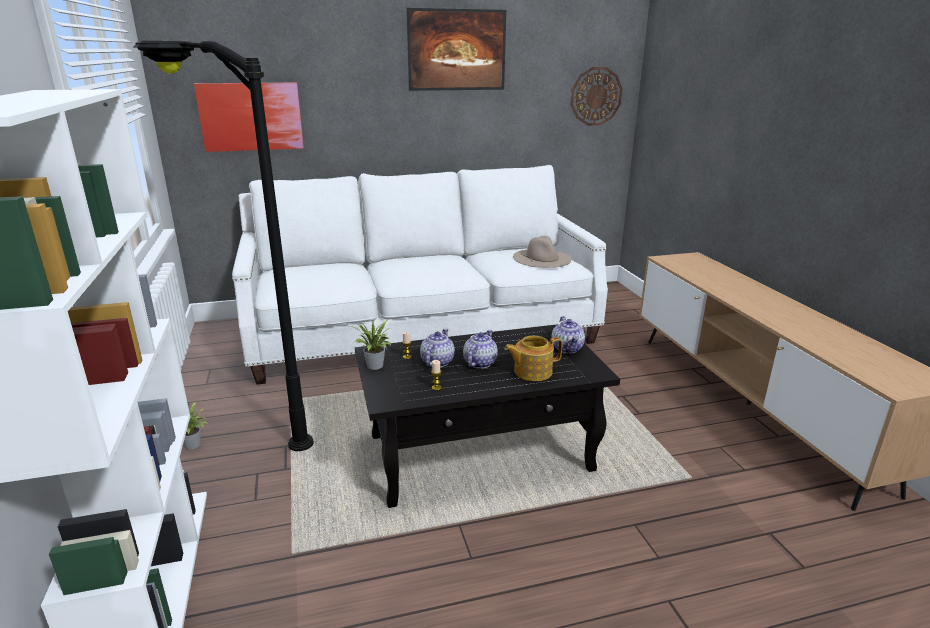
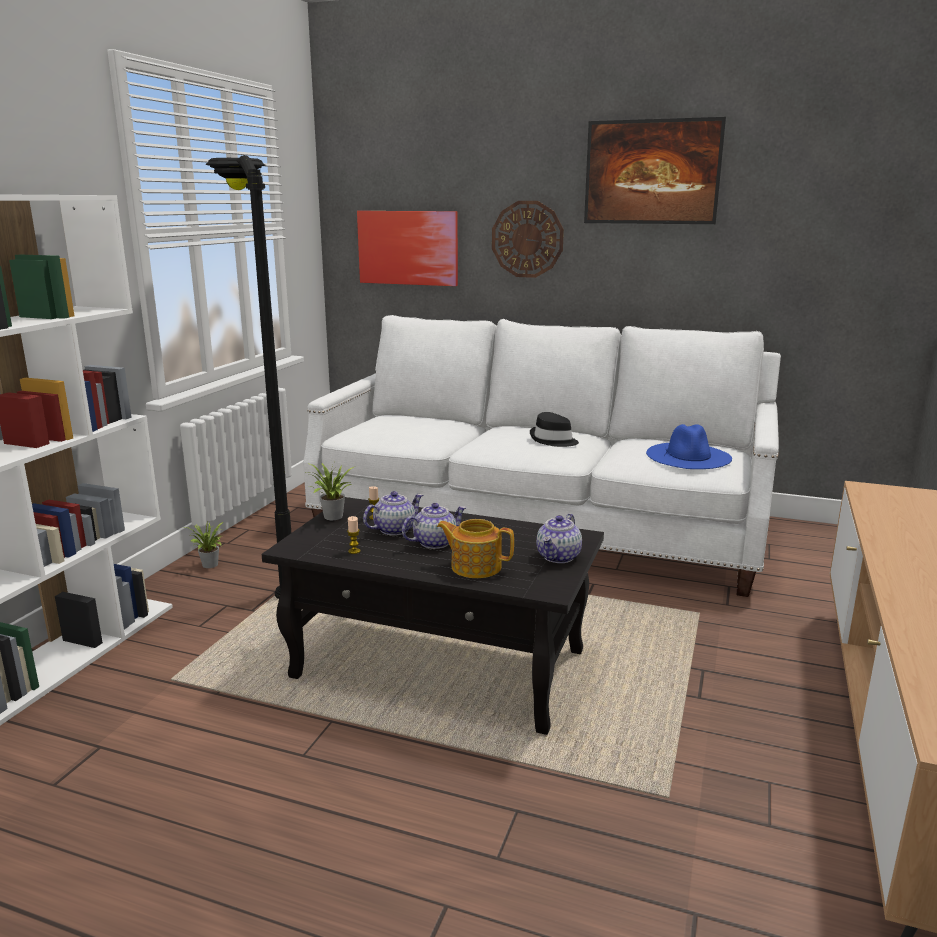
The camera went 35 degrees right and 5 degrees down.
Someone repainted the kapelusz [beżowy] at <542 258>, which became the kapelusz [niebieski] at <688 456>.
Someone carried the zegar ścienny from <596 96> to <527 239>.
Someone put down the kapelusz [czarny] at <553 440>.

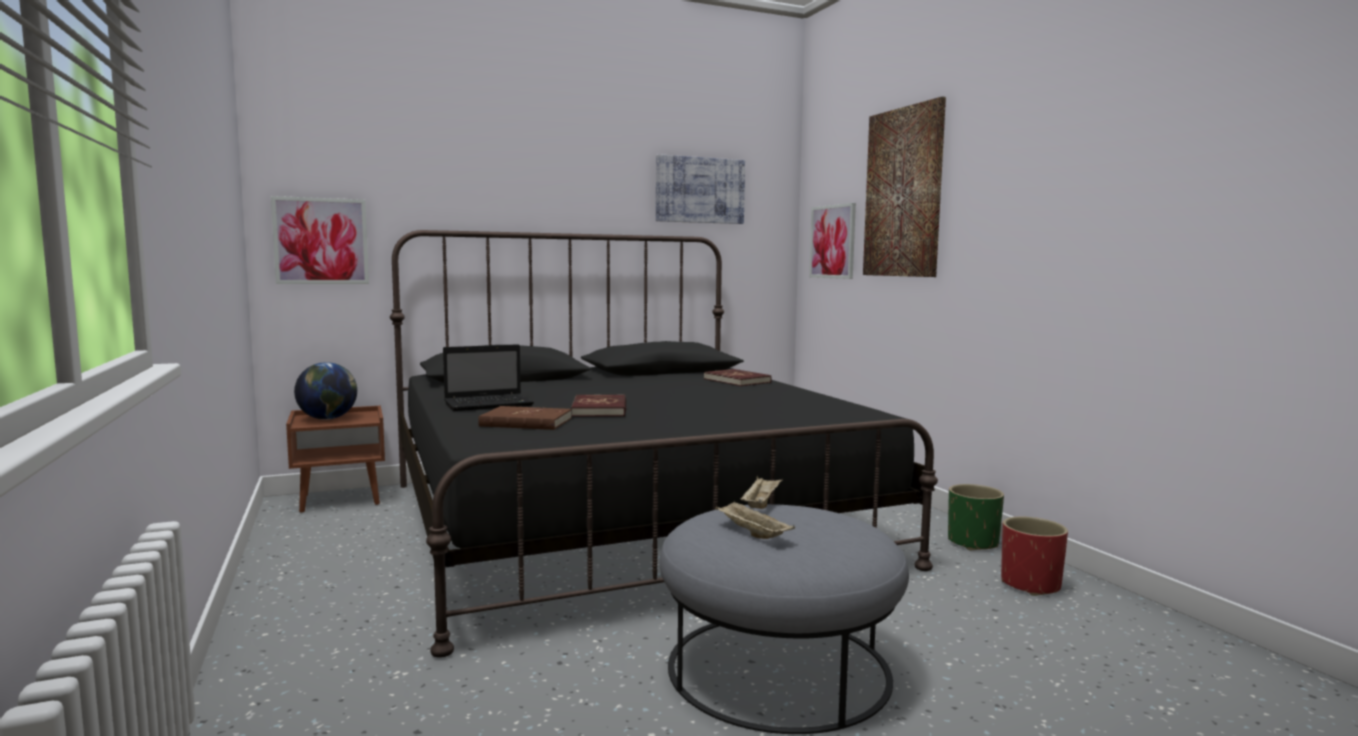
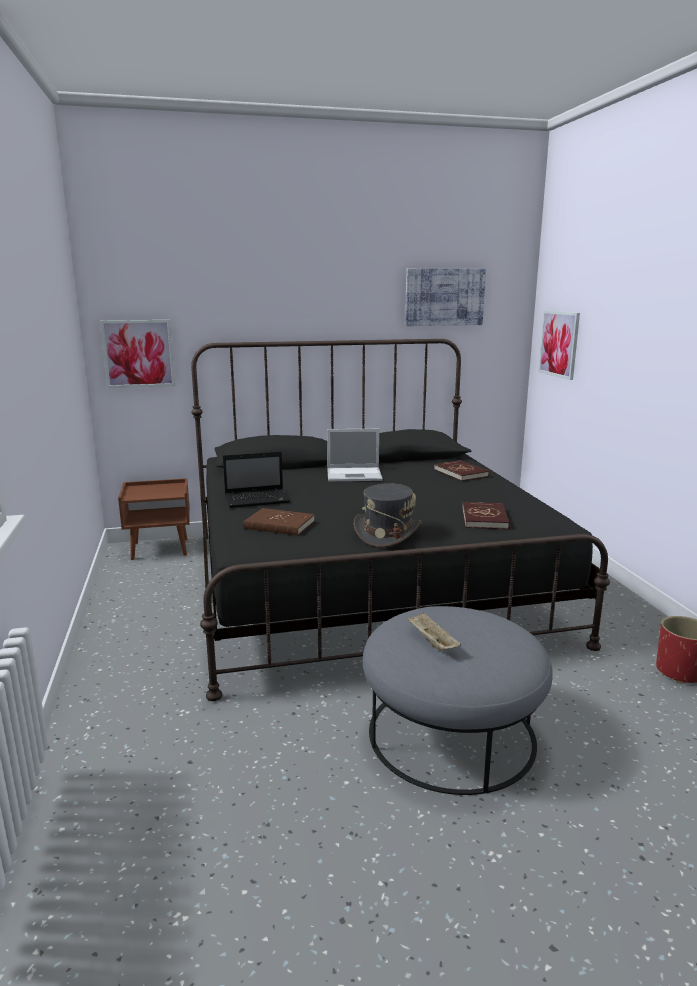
The camera went 10 degrees right and 10 degrees up.
Someone took away the globus at <328 418>.
Someone carried the książka [czerwony] from <600 409> to <485 518>.
Someone took away the taca [beżowy] at <760 504>.
Someone took away the obraz at <903 193>.
Someone took away the donica [zielony] at <973 543>.
Someone put down the laptop at <355 475>.
Someone put down the kapelusz [szary] at <387 533>.

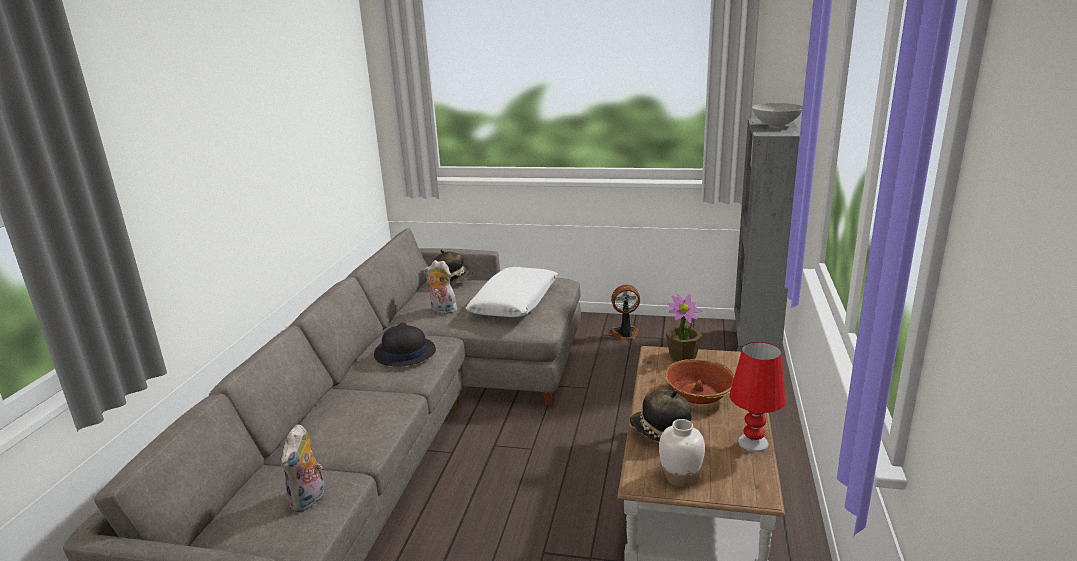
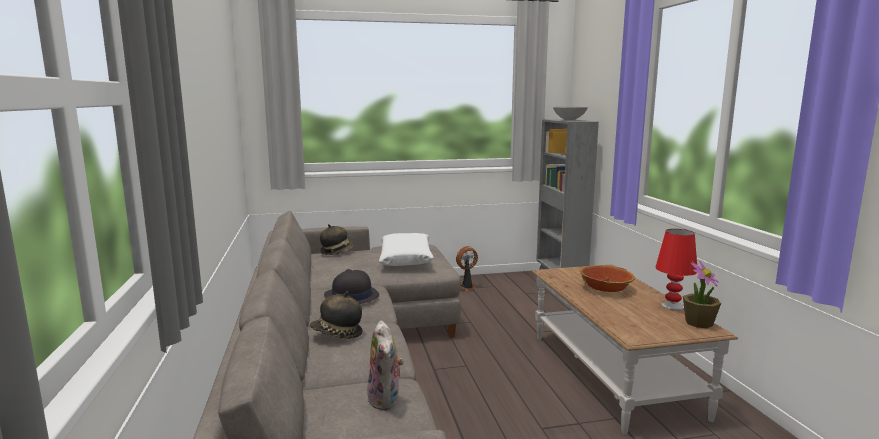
The camera went 25 degrees left and 10 degrees down.
Someone took away the pluszak at <442 310>.
Someone carried the kapelusz from <660 434> to <337 334>.
Someone took away the wazon [biały] at <680 478>.
Someone carried the roślina doniczkowa from <683 356> to <698 323>.

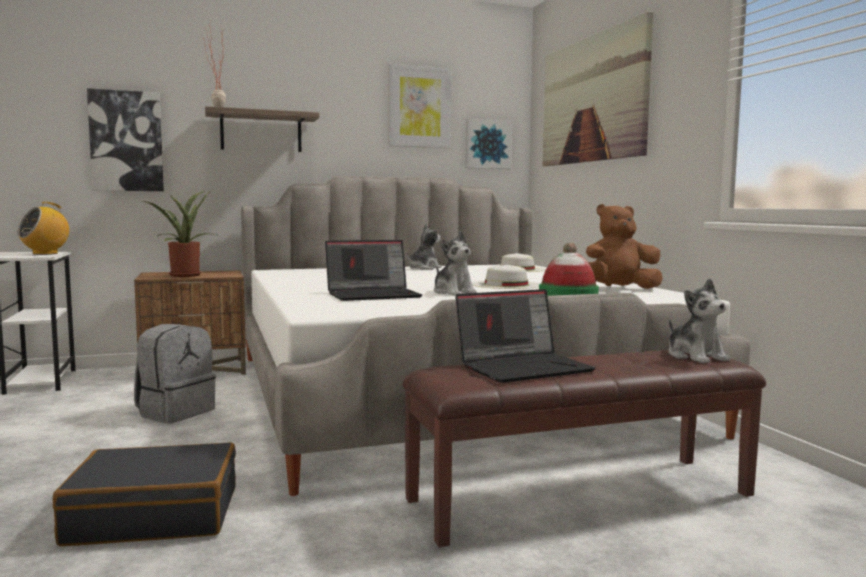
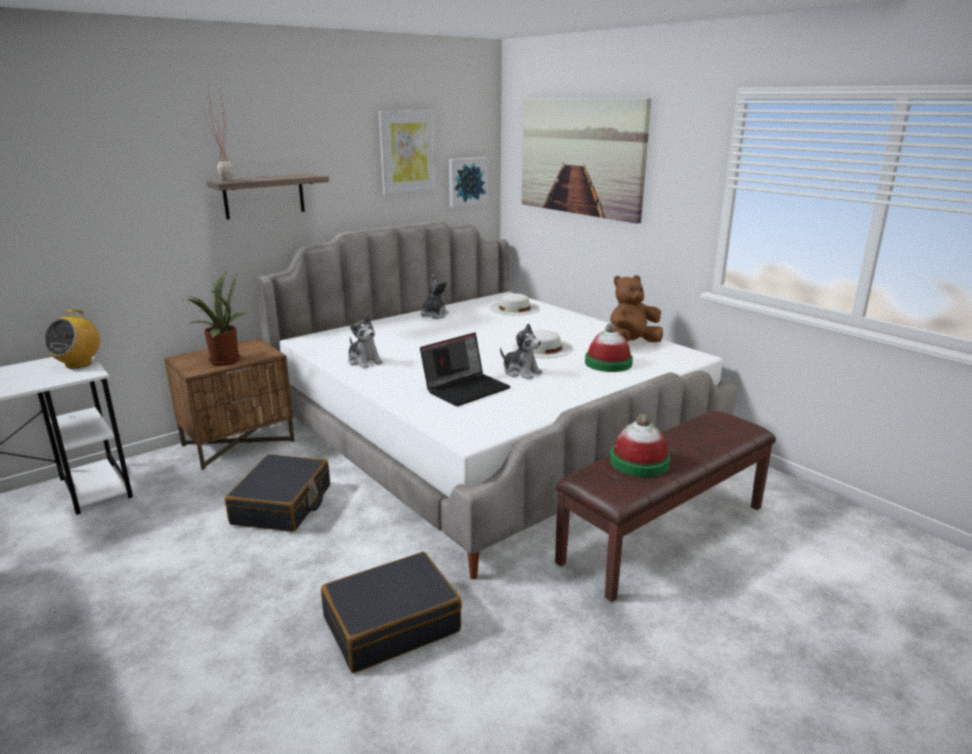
The camera went 20 degrees left and 15 degrees up.
Someone took away the obraz at <126 141>.
Someone swapped the plecak [szary] at <175 412> for the walizka [czarny] at <283 505>.
Someone swapped the laptop at <524 367> for the kapelusz at <639 462>.
Someone carried the pluszak from <695 356> to <364 361>.

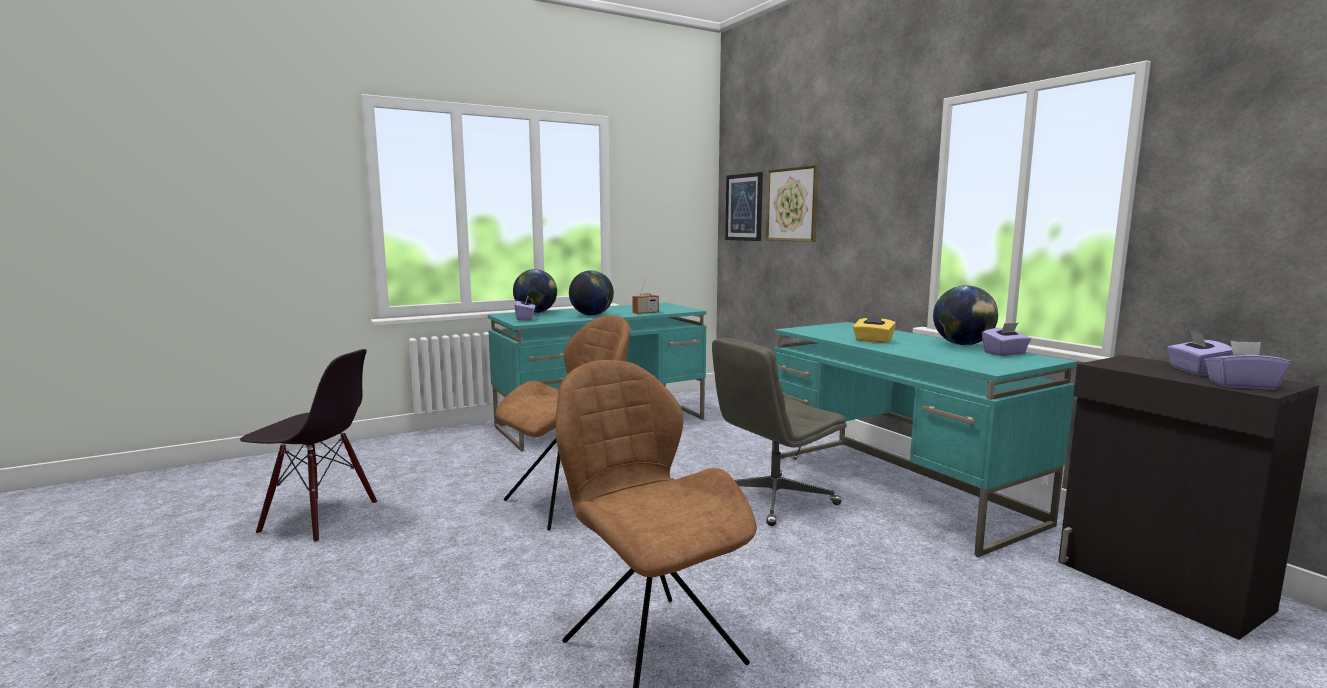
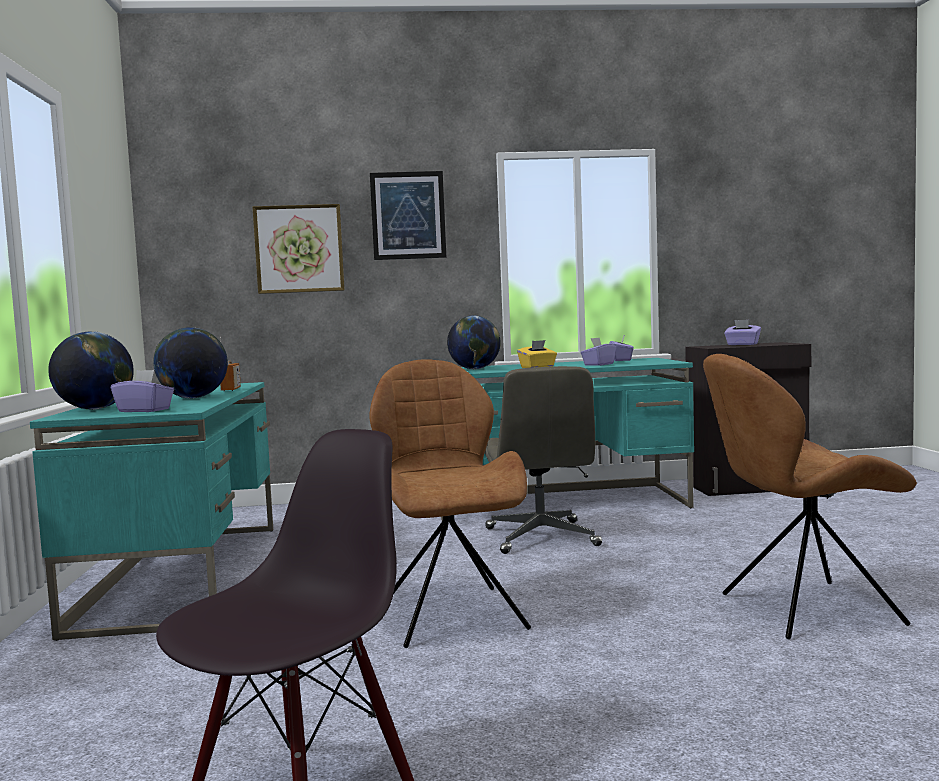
The camera went 65 degrees left and 5 degrees down.
Someone carried the obraz from <744 207> to <408 215>.
Someone carried the globus from <962 345> to <475 369>.
Someone carried the pudełko chusteczek [fioletowy] from <1241 385> to <598 364>.

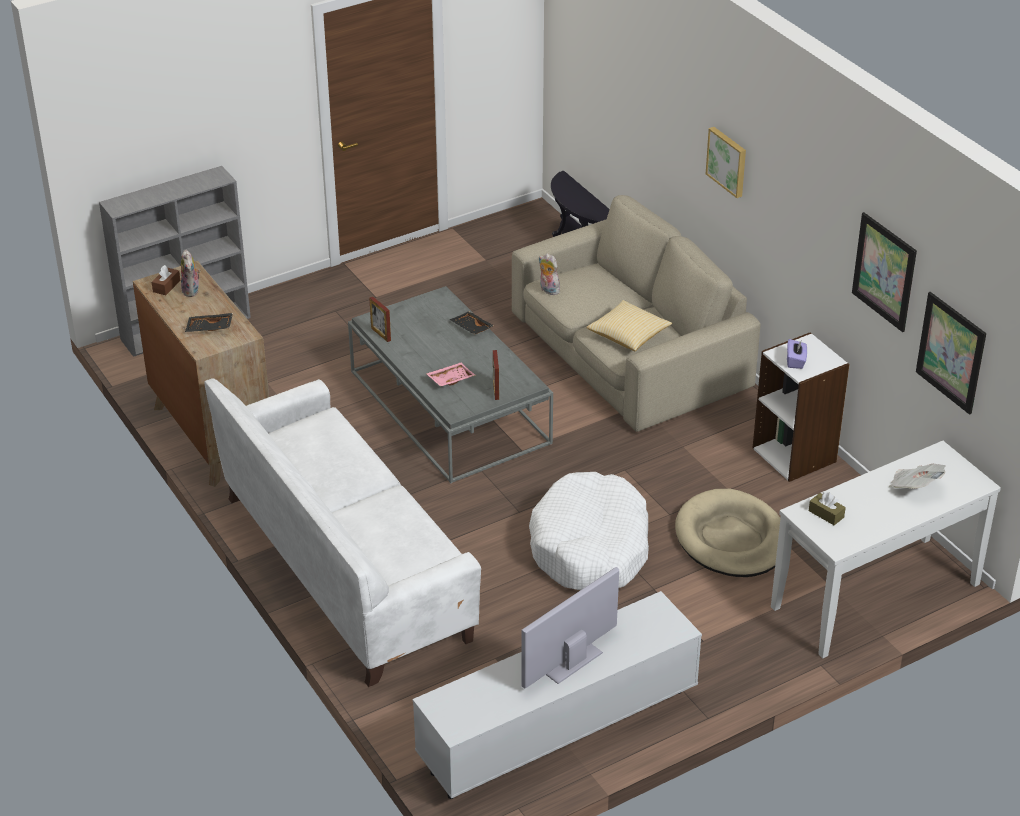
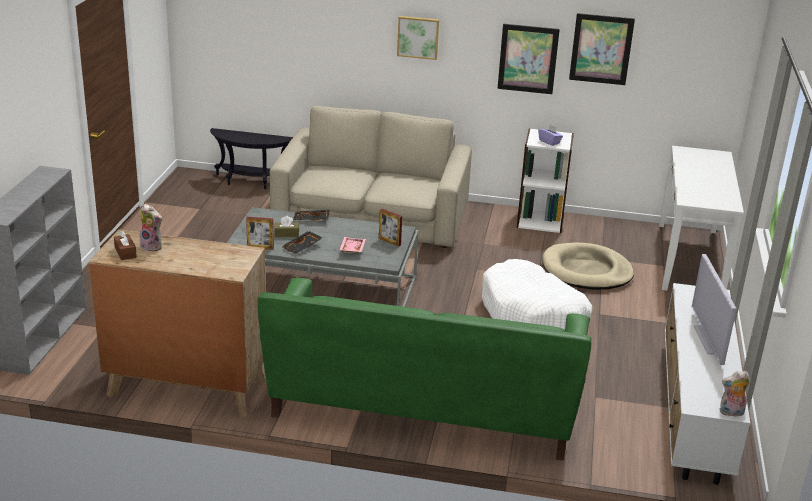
The camera went 50 degrees left and 10 degrees down.
Someone carried the taca [czarny] from <209 328> to <302 247>.
Someone repainted the kanapa [biały] at <345 567>, which became the kanapa [zielony] at <423 406>.
Someone carried the pluszak from <548 290> to <731 413>.
Someone took away the poduszka at <628 335>.
Someone carried the pudełko chusteczek [brązowy] from <826 514> to <286 234>.
Someone took away the gazeta at <914 487>.
Someone carried the obraz from <951 352> to <528 59>.

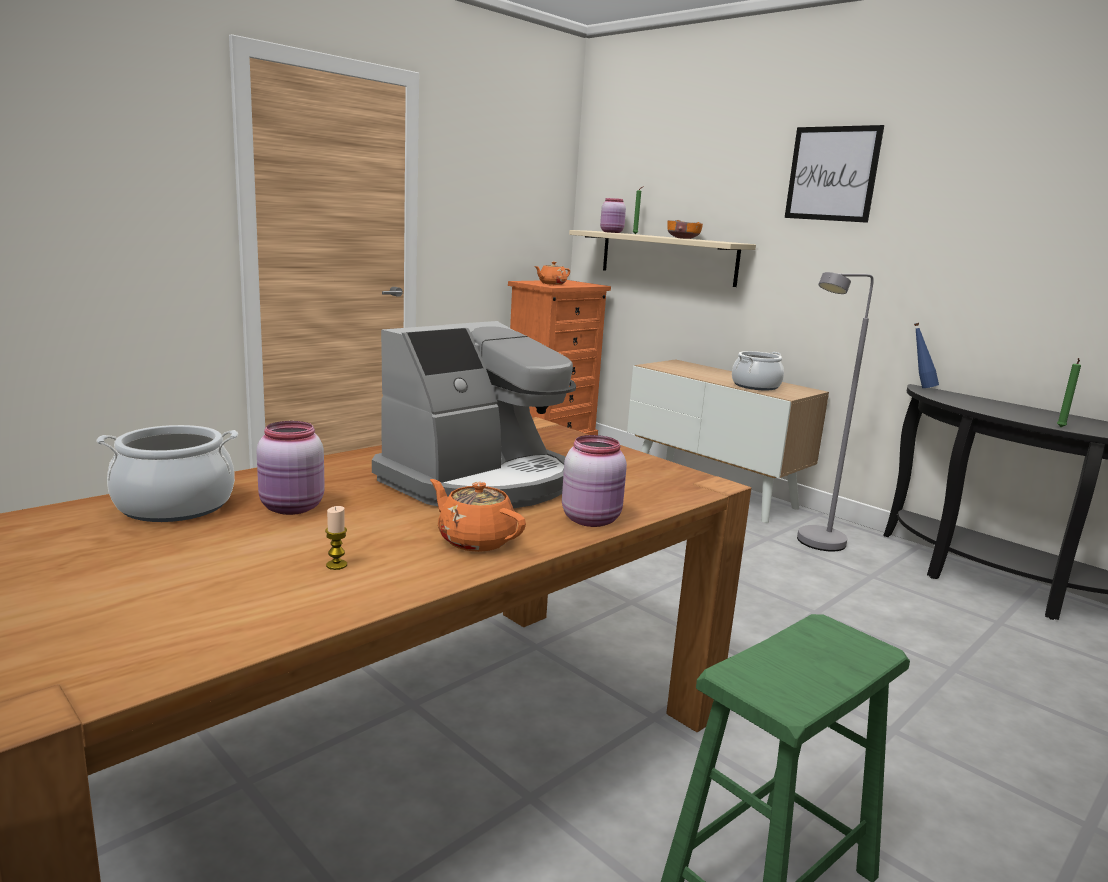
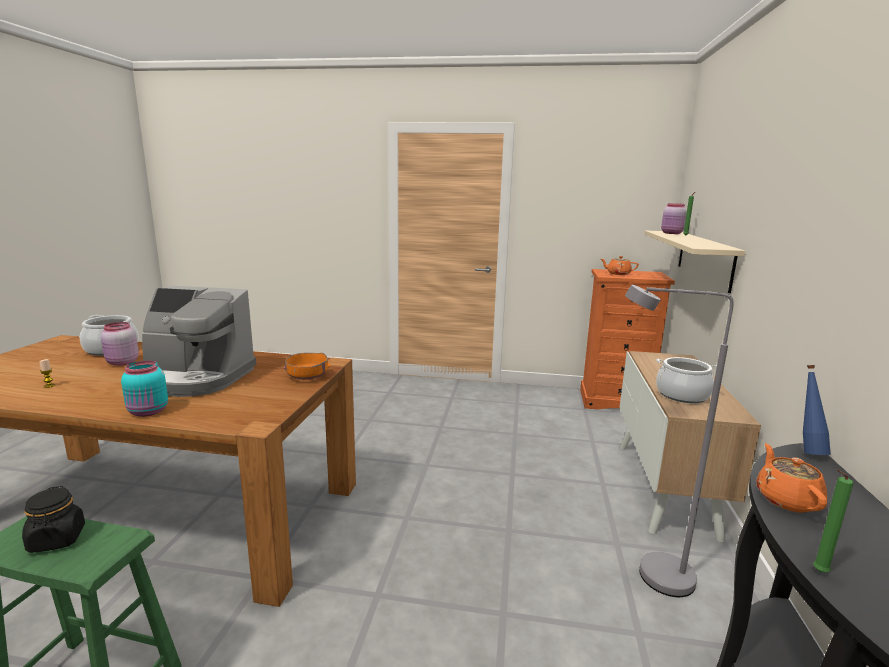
The camera went 55 degrees right and 0 degrees up.
Someone carried the imbryk [pomarańczowy] from <475 540> to <786 499>.
Someone repainted the słoik [różowy] at <592 519>, which became the słoik [turkusowy] at <148 412>.
Someone carried the miska [pomarańczowy] from <683 238> to <307 377>.
Someone took away the obraz at <832 174>.
Someone put down the słoik [czarny] at <57 539>.

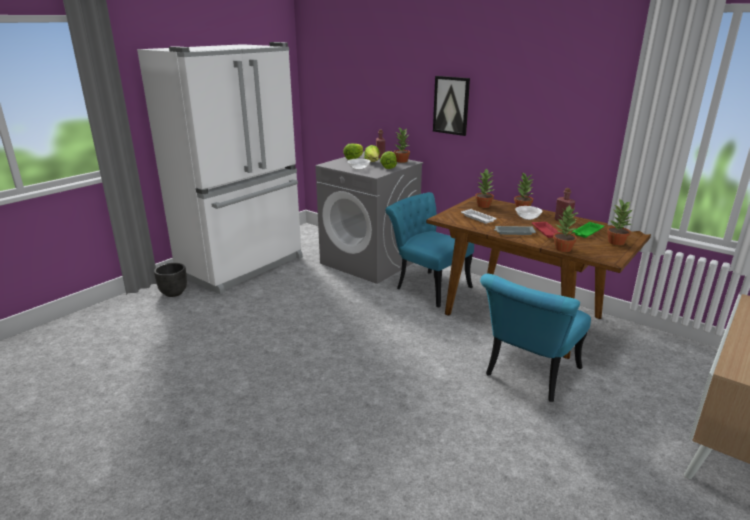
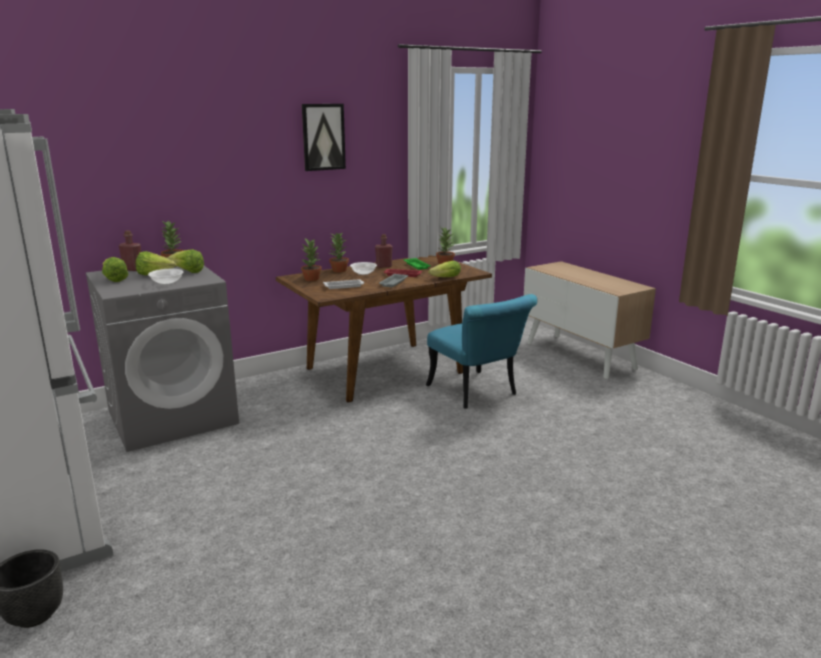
The camera went 70 degrees left and 5 degrees down.
Someone took away the krzesło [turkusowy] at <427 286>.
Someone carried the obraz from <451 105> to <323 137>.
Someone swapped the roślina doniczkowa at <562 249> for the sałata at <444 278>.

